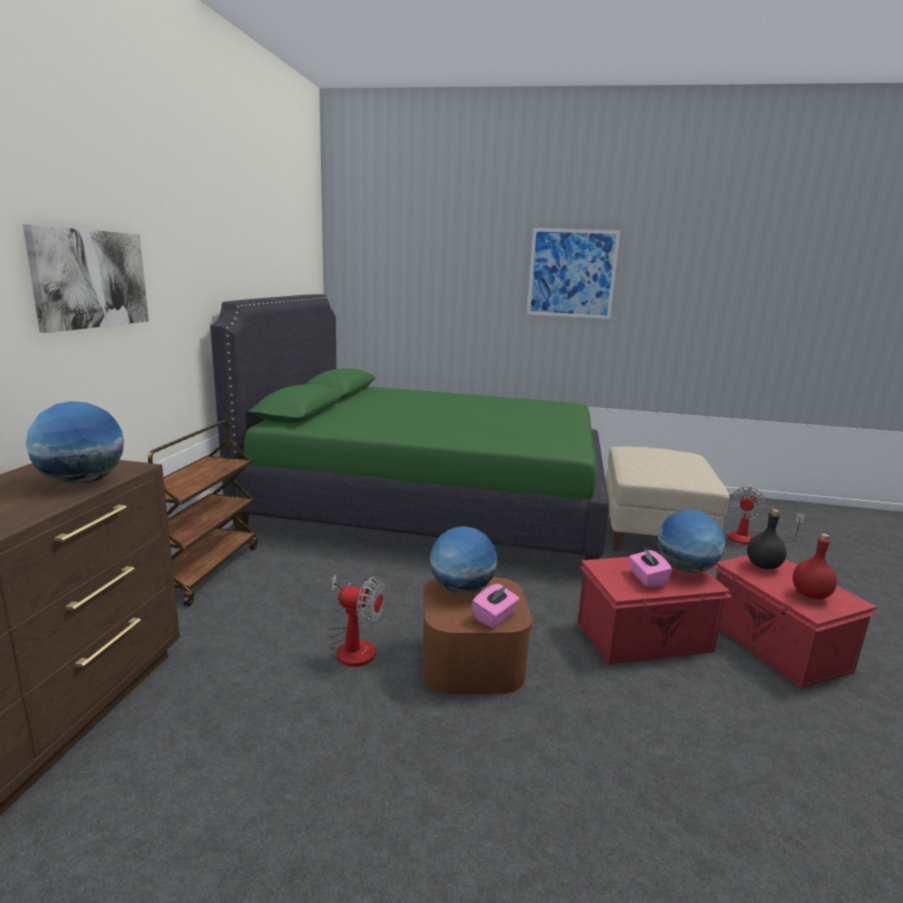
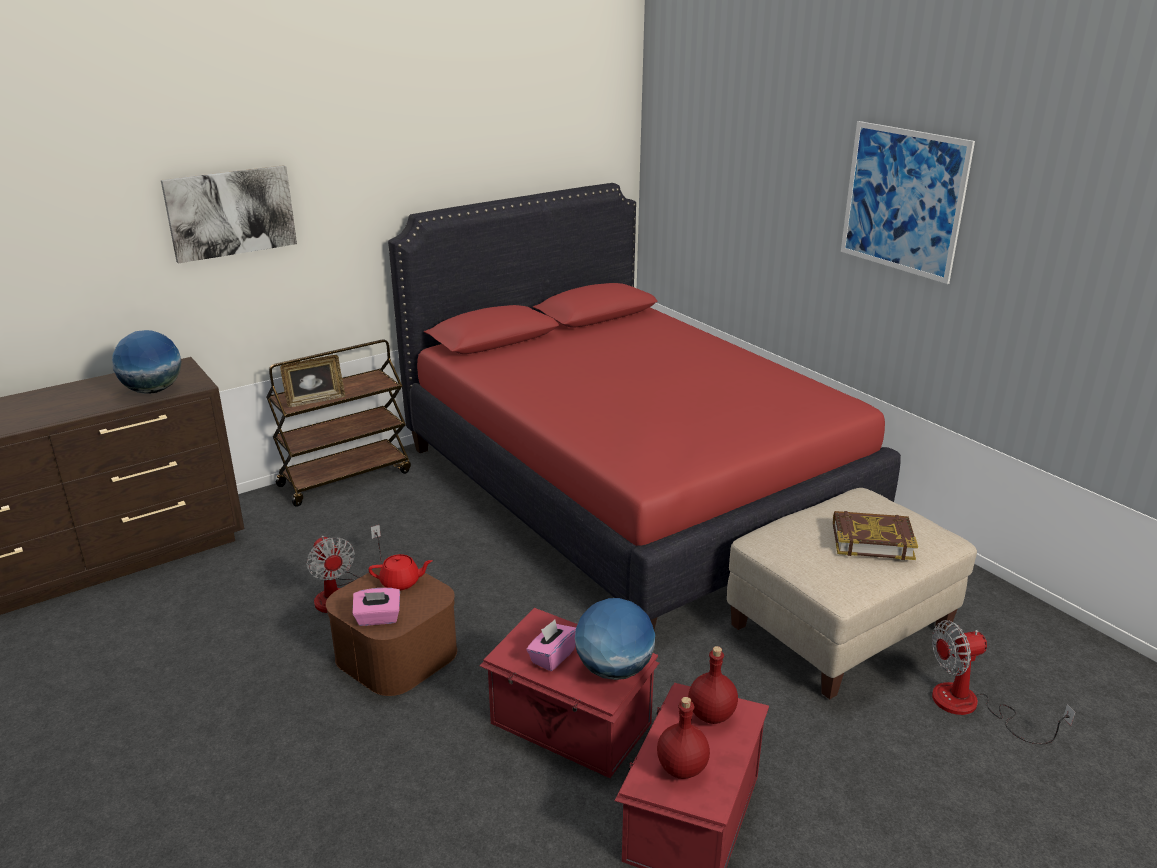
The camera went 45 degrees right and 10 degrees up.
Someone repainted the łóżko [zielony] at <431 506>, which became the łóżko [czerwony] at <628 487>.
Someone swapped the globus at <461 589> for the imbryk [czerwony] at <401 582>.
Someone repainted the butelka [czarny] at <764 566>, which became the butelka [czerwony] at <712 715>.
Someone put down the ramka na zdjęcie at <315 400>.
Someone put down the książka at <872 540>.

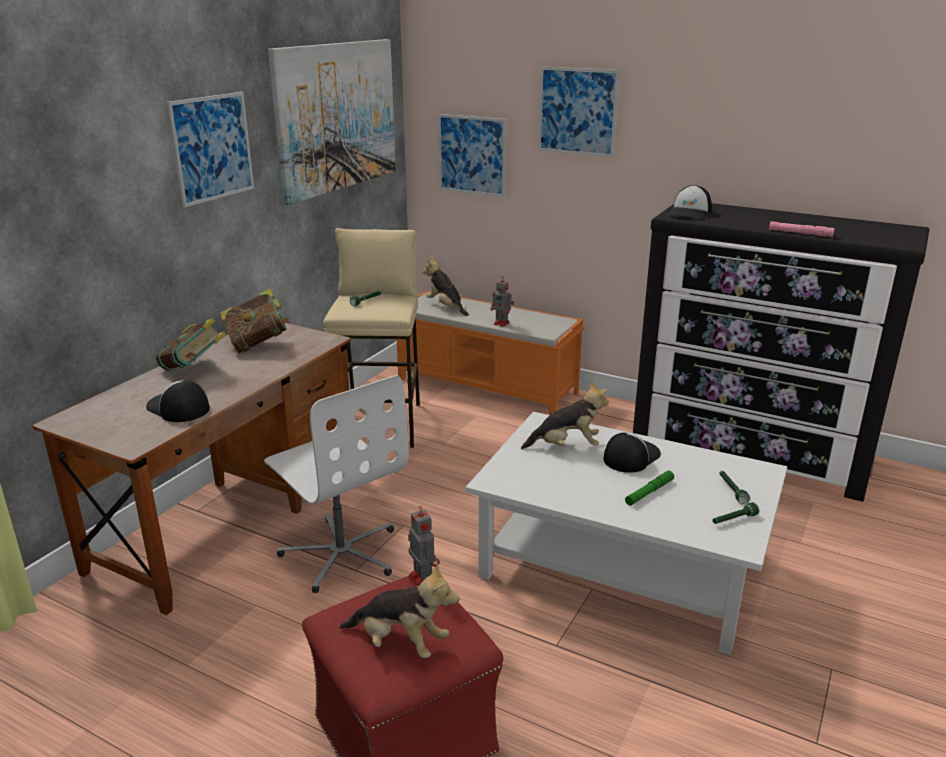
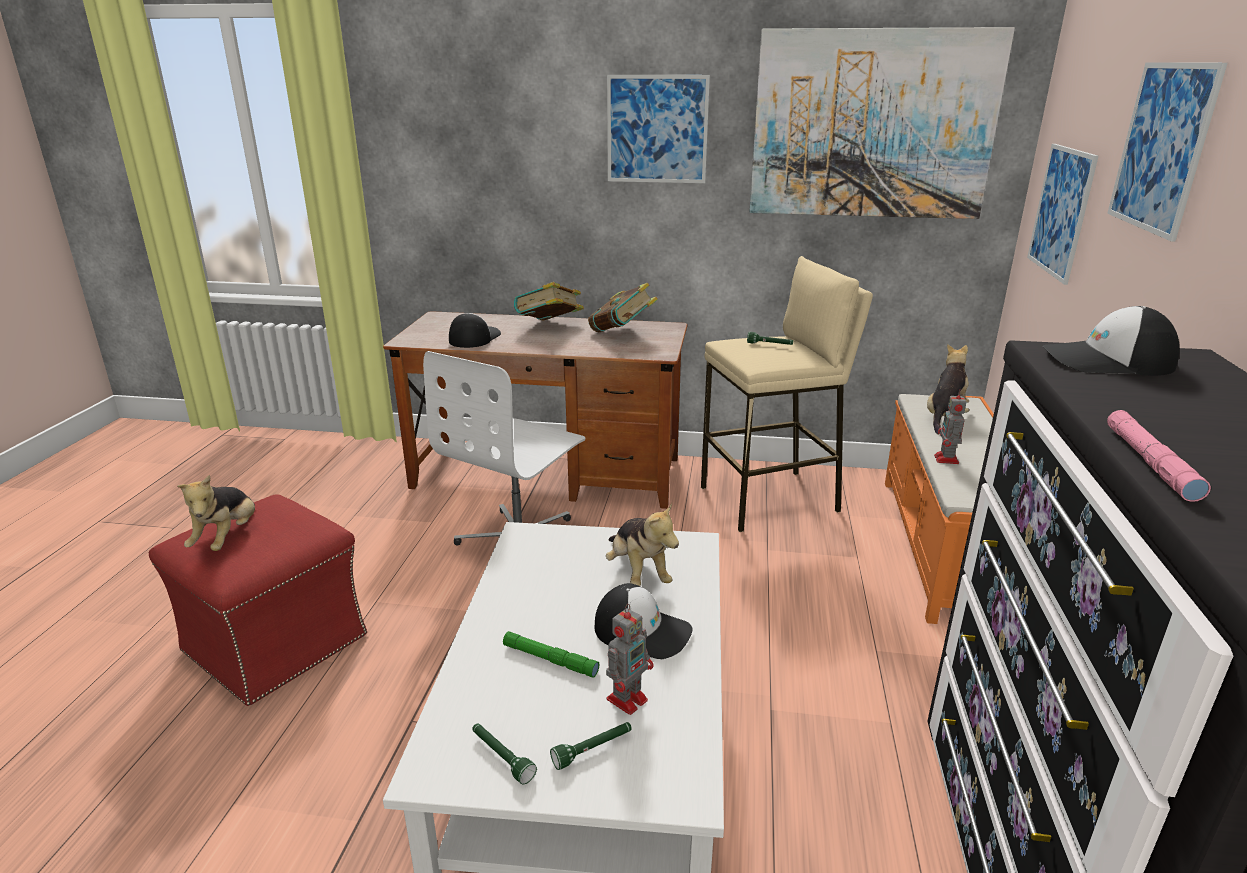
The camera went 70 degrees right and 0 degrees up.
Someone carried the robot zabawkowy from <422 577> to <628 698>.

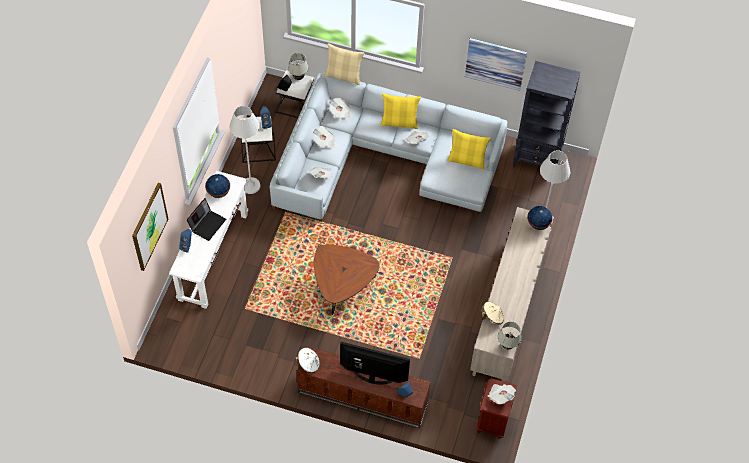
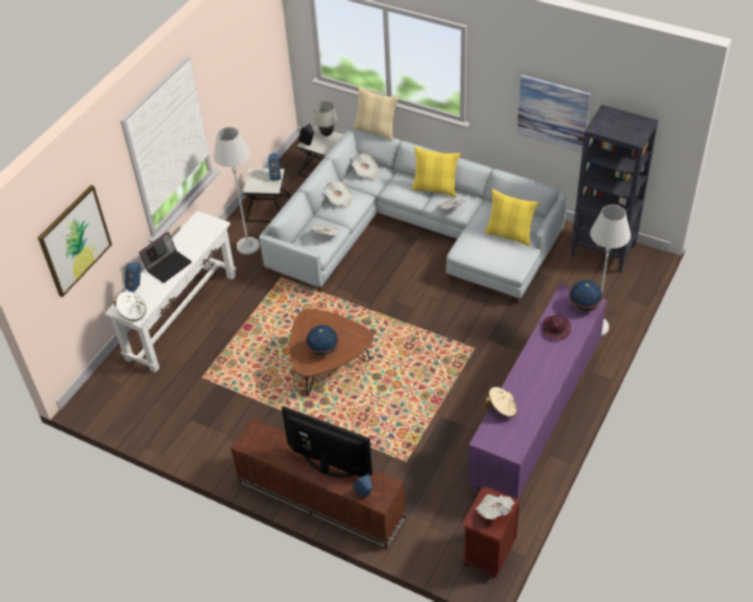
The camera went 15 degrees right and 10 degrees down.
Someone carried the globus from <218 192> to <323 350>.
Someone carried the kapelusz [biały] from <308 363> to <132 313>.
Someone repainted the szafka [beżowy] at <509 309>, which became the szafka [fioletowy] at <536 417>.
Someone took away the lampa stołowa [biały] at <507 345>.
Someone put down the kapelusz [fioletowy] at <556 328>.

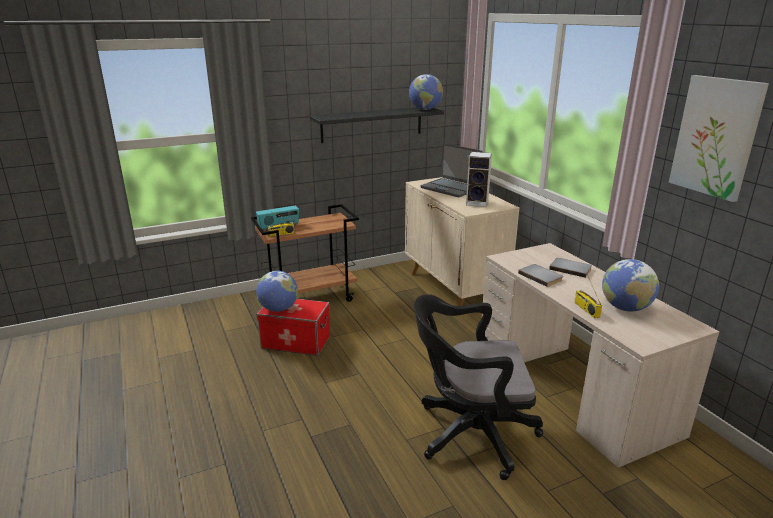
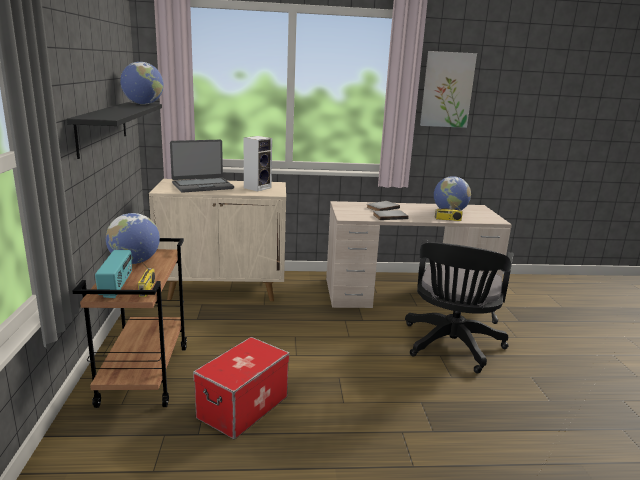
The camera went 70 degrees left and 5 degrees down.
Someone carried the globus from <278 309> to <135 262>.

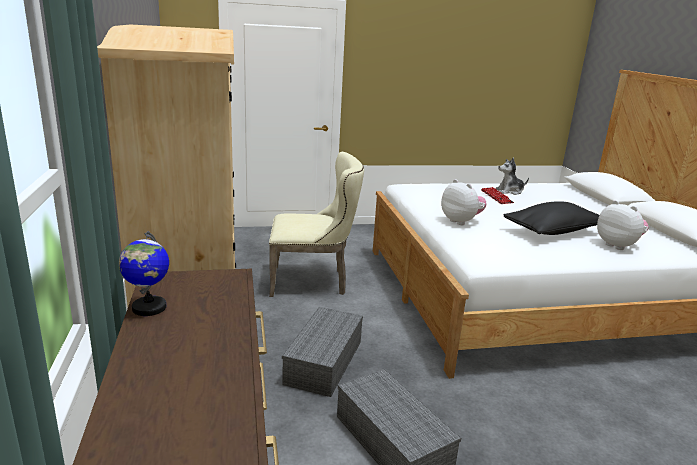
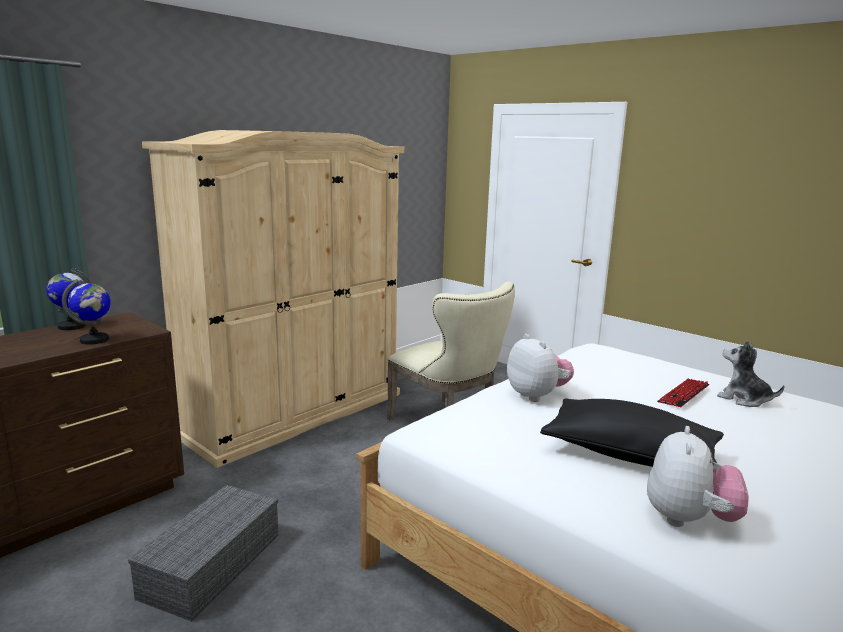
The camera went 55 degrees right and 5 degrees down.
Someone took away the pojemnik do przechowywania [szary] at <324 363>.
Someone rotated the pluszak at <461 221> by 45 degrees counterclockwise.
Someone put down the globus at <94 340>.

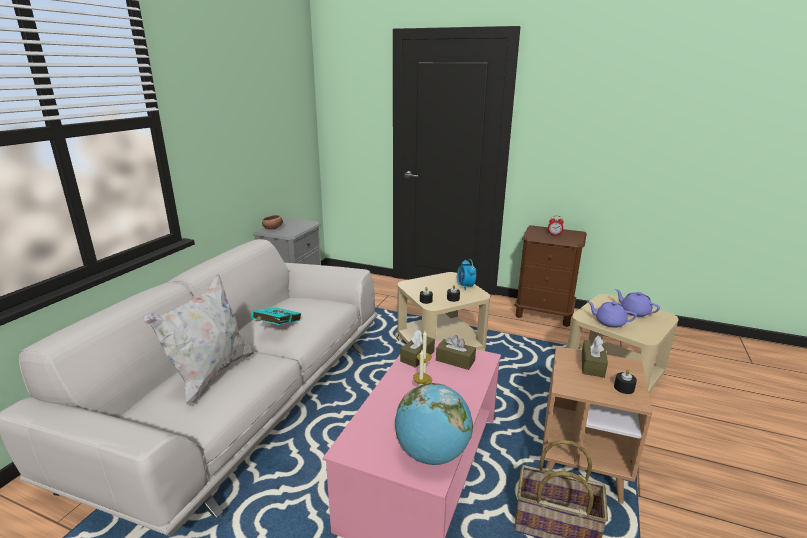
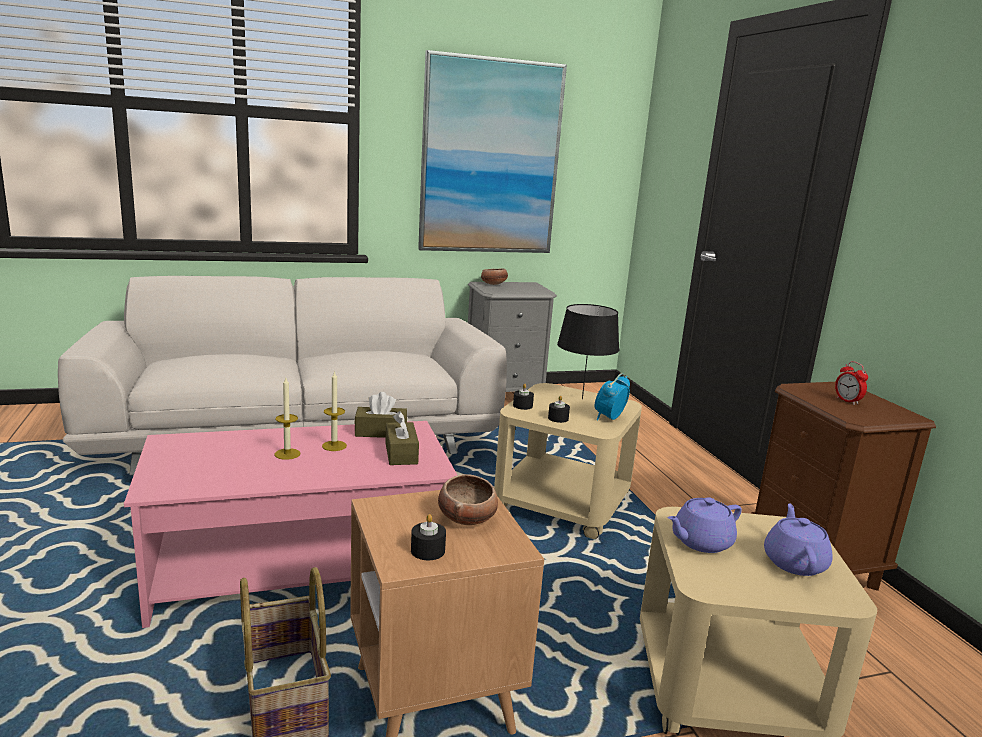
The camera went 50 degrees right and 5 degrees down.
Someone took away the poduszka [biały] at <211 375>.
Someone took away the książka [turkusowy] at <276 327>.
Someone took away the globus at <432 454>.
Someone swapped the pudełko chusteczek [brązowy] at <592 365> for the miska at <467 518>.
Someone rotated the imbryk [fioletowy] at <609 322> by 105 degrees counterclockwise.
Someone put up the obraz at <490 158>.
Someone put down the lampa stołowa [czarny] at <581 399>.

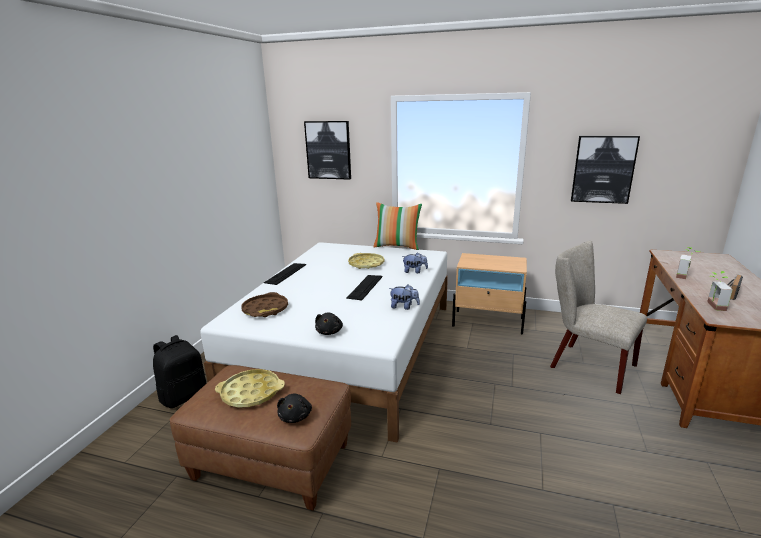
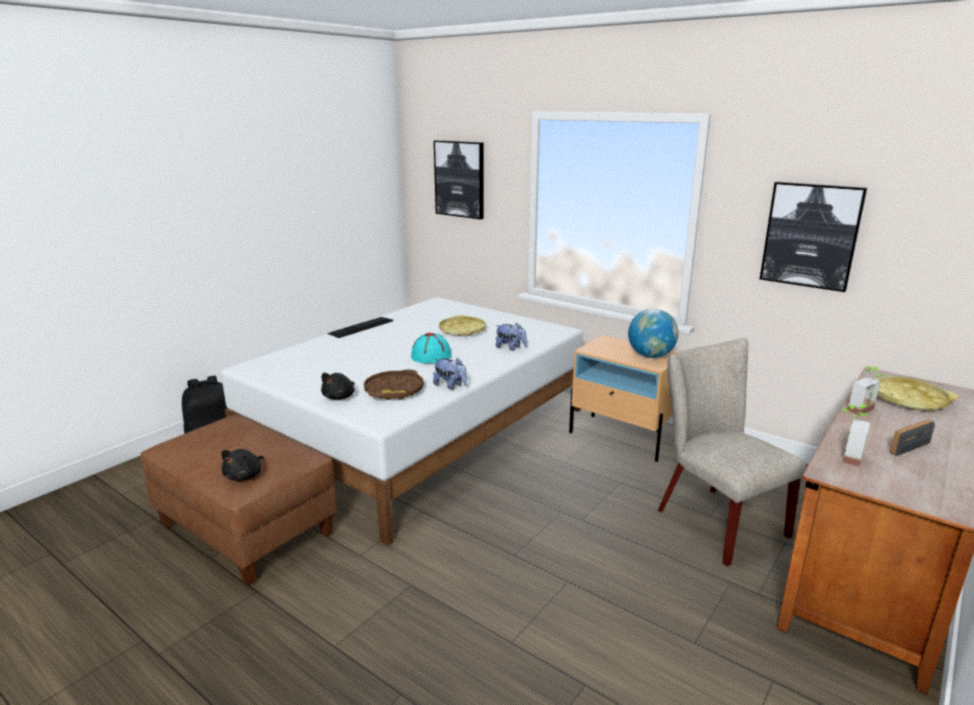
The camera went 20 degrees right and 0 degrees up.
Someone carried the taca [żółty] from <251 393> to <908 399>.
Someone carried the taca [brązowy] from <265 309> to <394 390>.
Someone swapped the klawiatura at <365 287> for the kapelusz [turkusowy] at <431 356>.
Someone took away the poduszka at <397 246>.
Someone put down the globus at <650 356>.

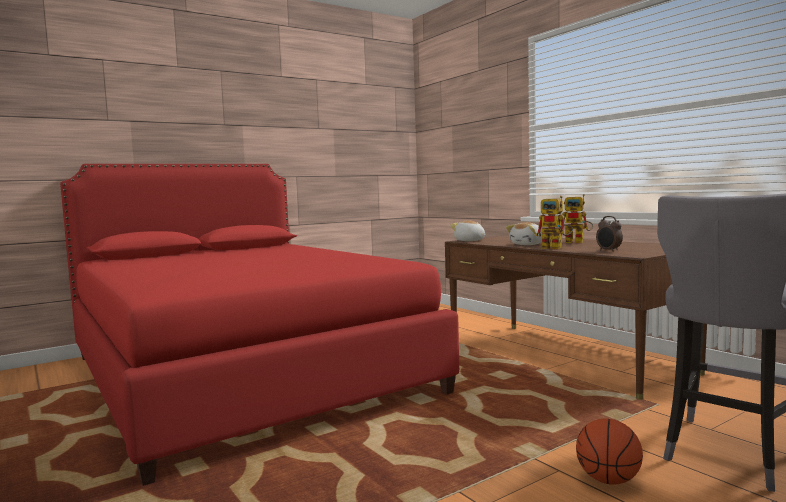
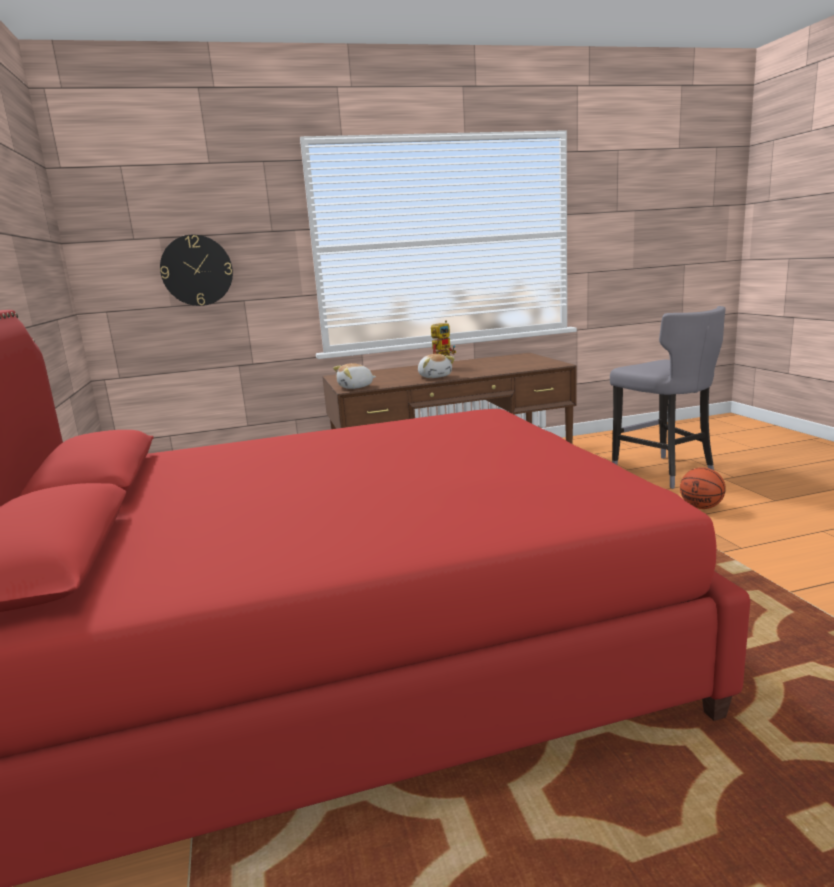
The camera went 70 degrees left and 10 degrees up.
Someone took away the robot zabawkowy at <556 248>.
Someone took away the budzik at <608 251>.
Someone put up the zegar ścienny at <197 270>.

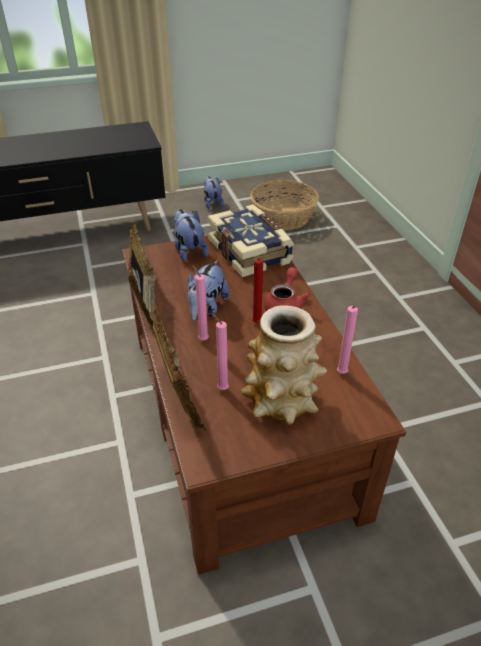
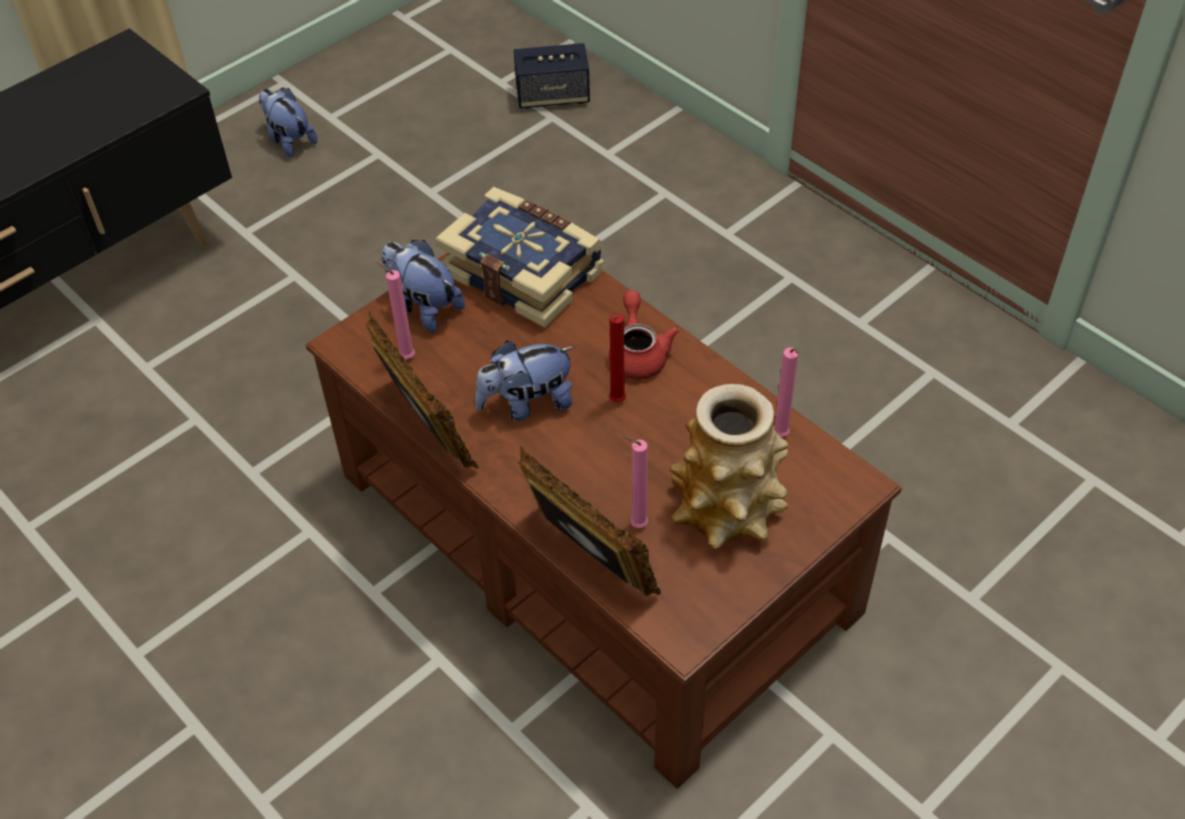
The camera went 25 degrees left and 10 degrees up.
Someone rotated the pluszak at <206 308> by 75 degrees clockwise.
Someone carried the świeca [różowy] from <202 339> to <405 356>.
Someone took away the koszyk at <283 217>.
Someone put down the głośnik at <552 96>.

